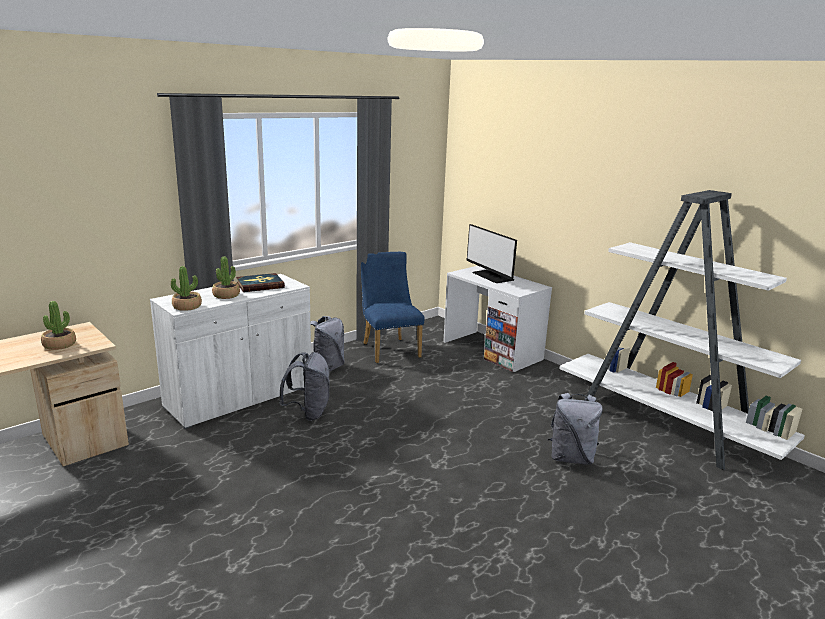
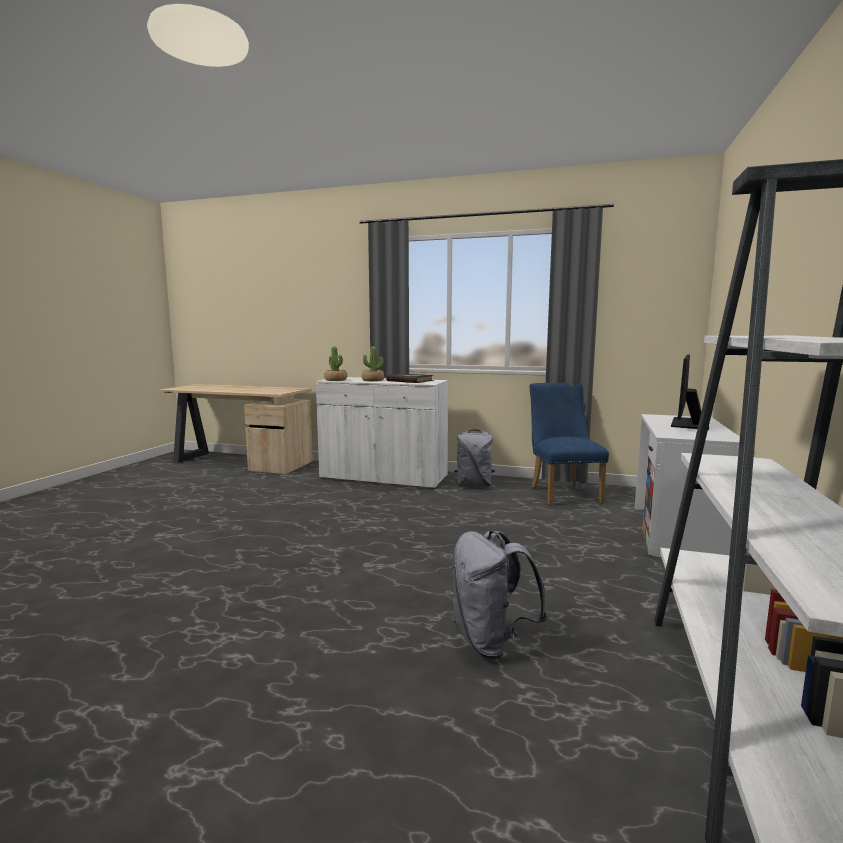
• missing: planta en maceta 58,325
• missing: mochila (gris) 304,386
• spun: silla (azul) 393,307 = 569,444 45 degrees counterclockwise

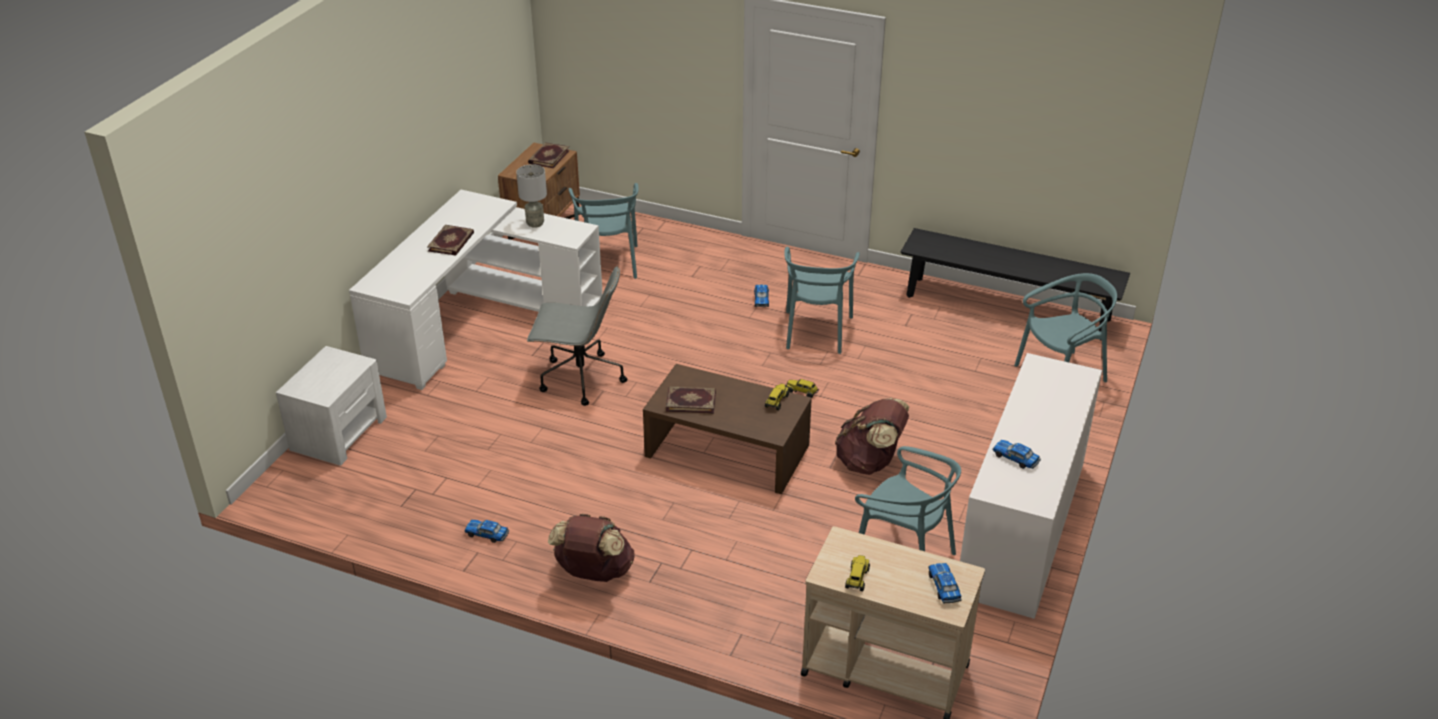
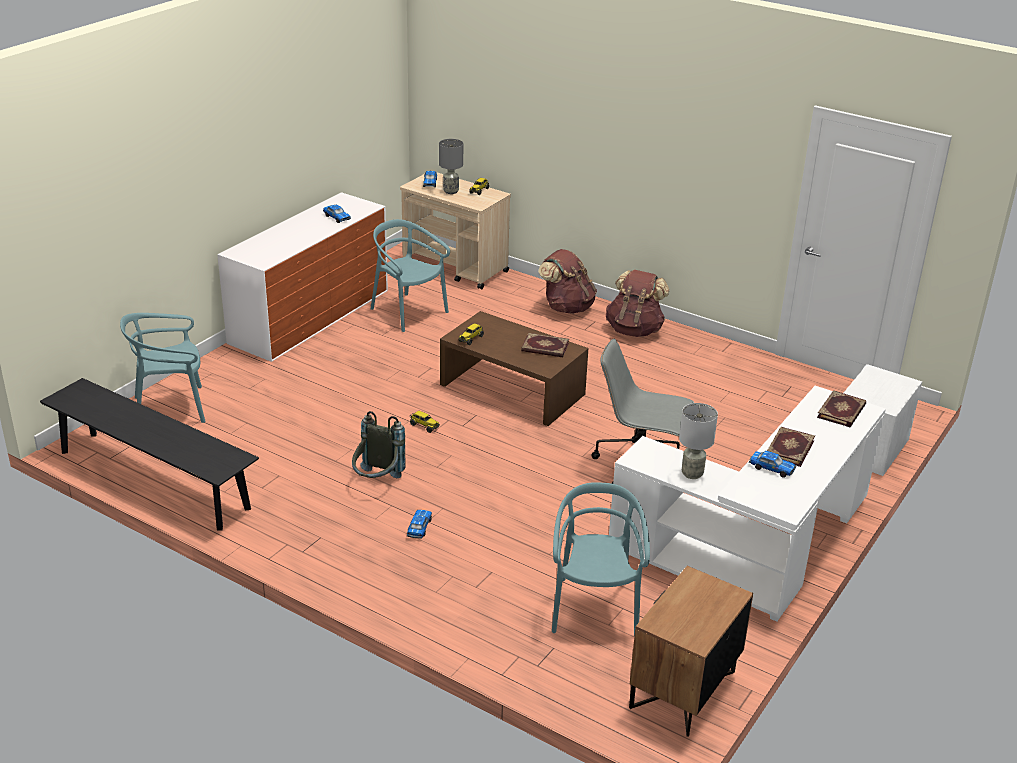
• appeared: lámpara de mesa (gris) 451,166
• relocated: coche de juguete 486,531 to 772,464
• relocated: libro 549,155 to 841,408
• relocated: mochila (marrón) 872,436 to 567,281
• exchanged: silla (turquesa) 822,300 to mochila (gris) 379,444

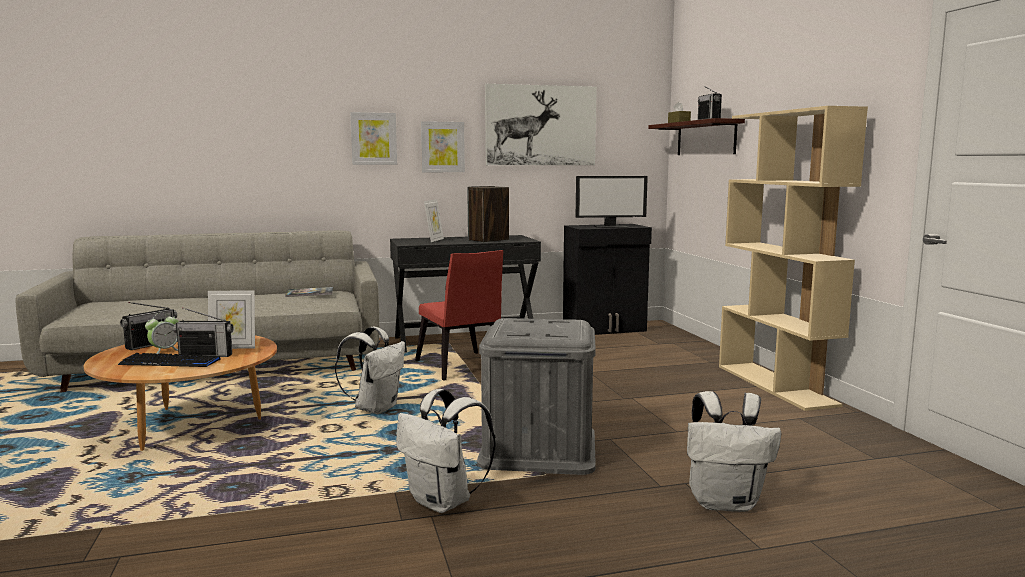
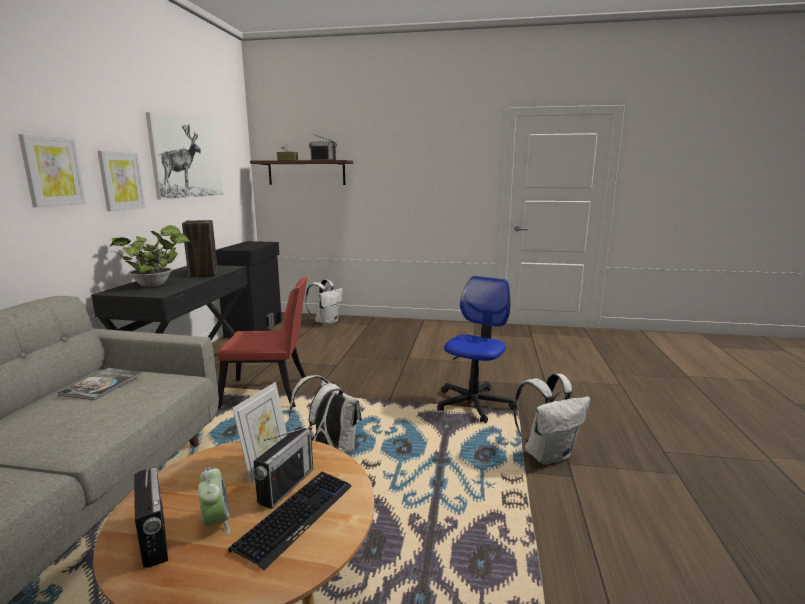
• missing: monitor 612,202
• missing: estantería (beis) 793,258
• relocated: mochila (blanco) 734,451 to 324,302
• exchanged: portarretratos 434,220 to planta en maceta 150,256
• exchanged: caja de almacenaje (gris) 536,396 to silla de oficina 477,349

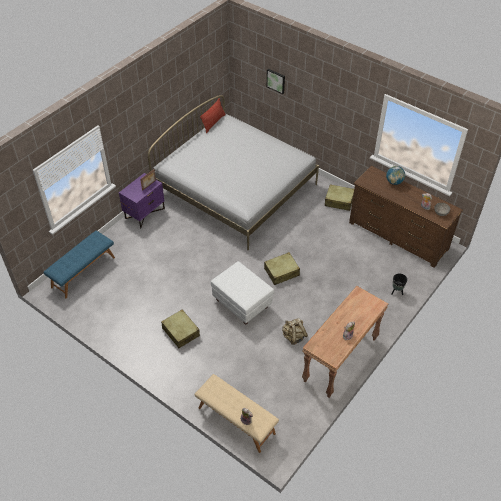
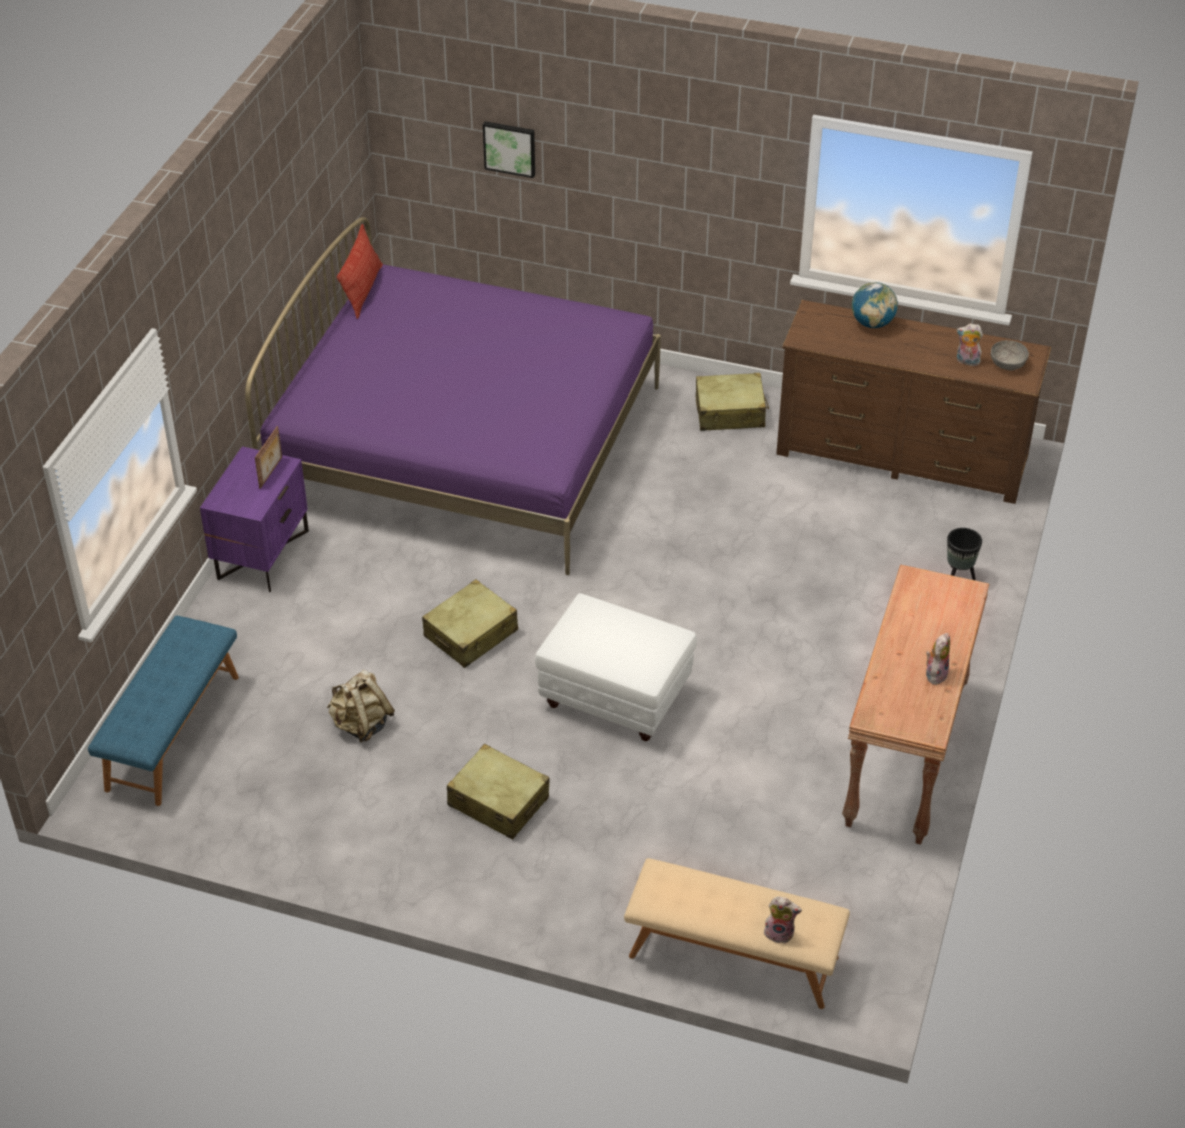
• relocated: maleta (beis) 282,268 to 470,623
• relocated: mochila (beis) 295,331 to 361,706
• colour: cama (blanco) 233,173 to cama (morado) 453,396

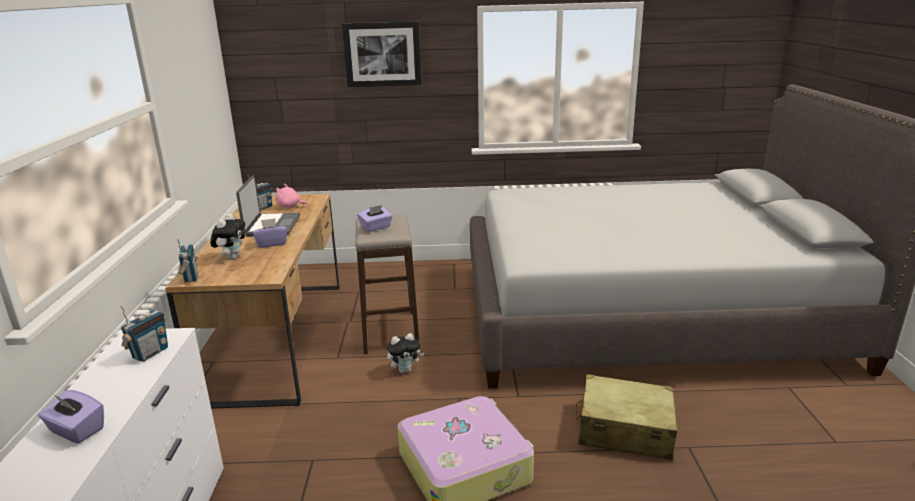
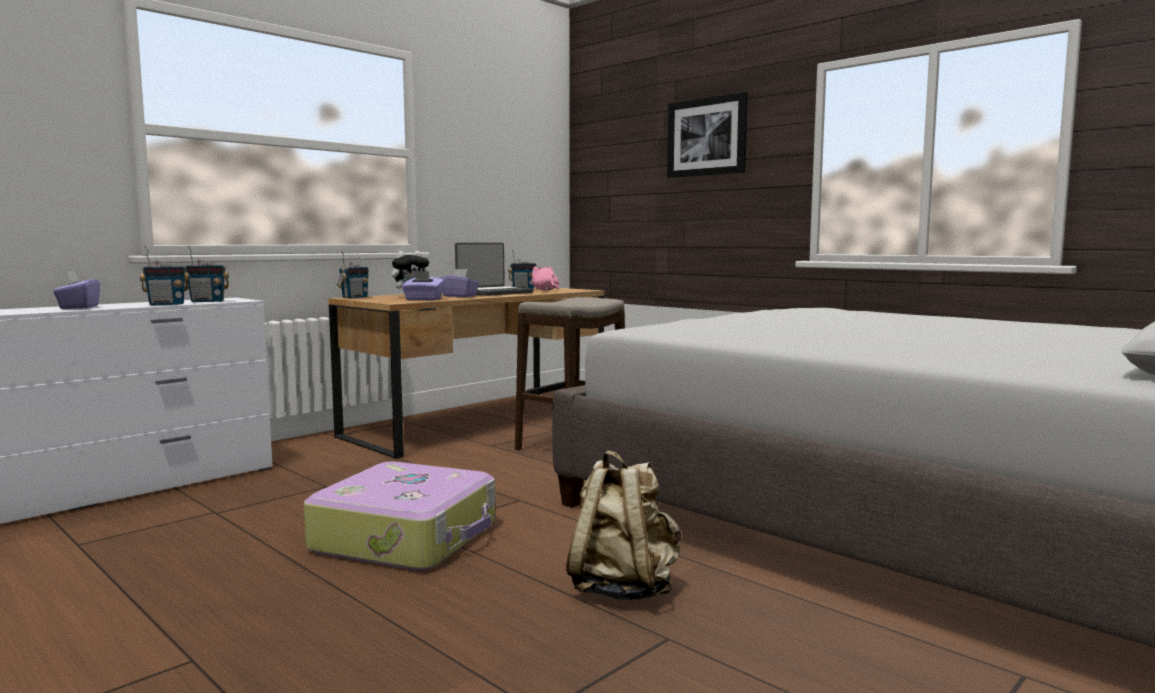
• missing: peluche 405,353
• appeared: radio 164,276
• relocated: caja de pañuelos (morado) 375,218 to 423,286
• exchanged: maleta (beis) 626,417 to mochila (beis) 623,525

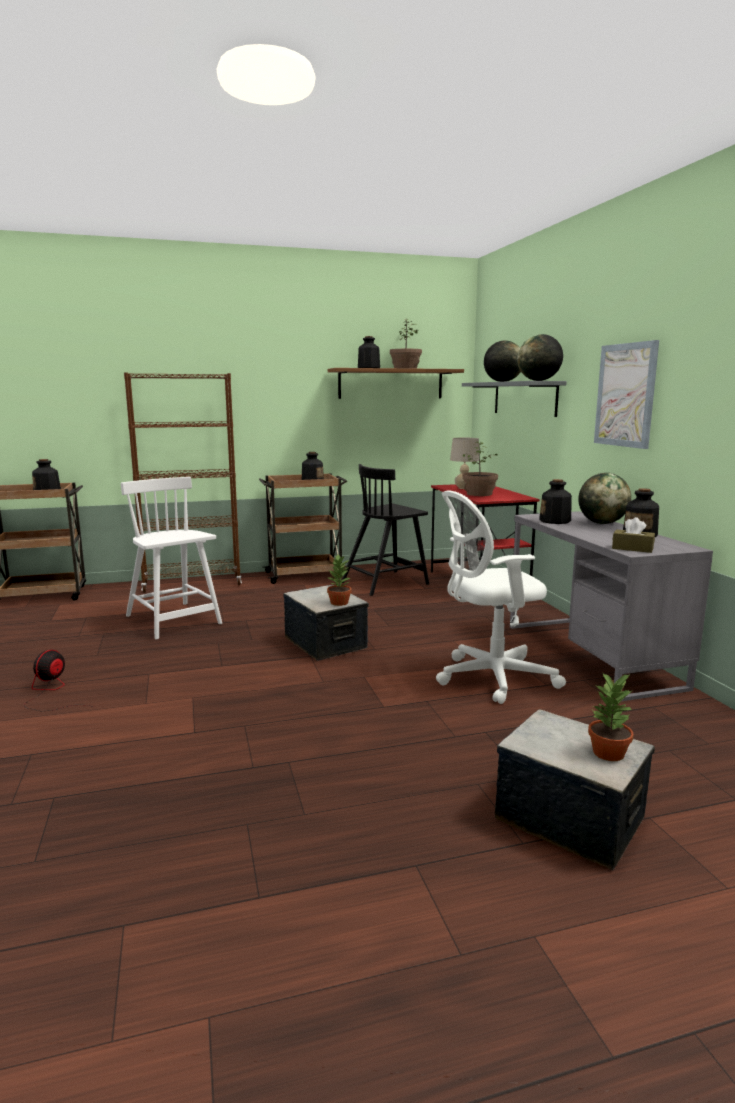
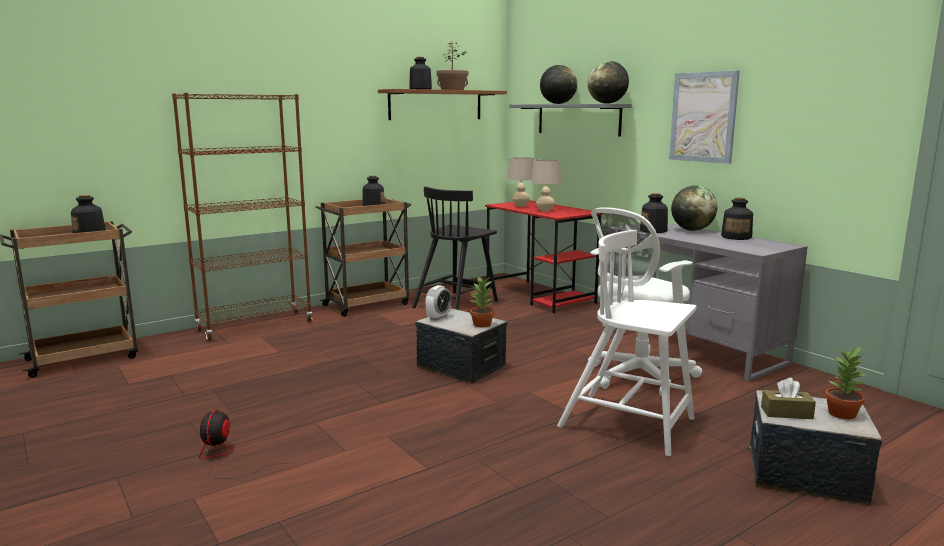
• appeared: despertador 438,303
• relocated: silla (blanco) 171,558 to 627,343
• relocated: caja de pañuelos (marrón) 633,535 to 788,398
• exchanged: planta en maceta 480,469 to lámpara de mesa (beis) 546,185

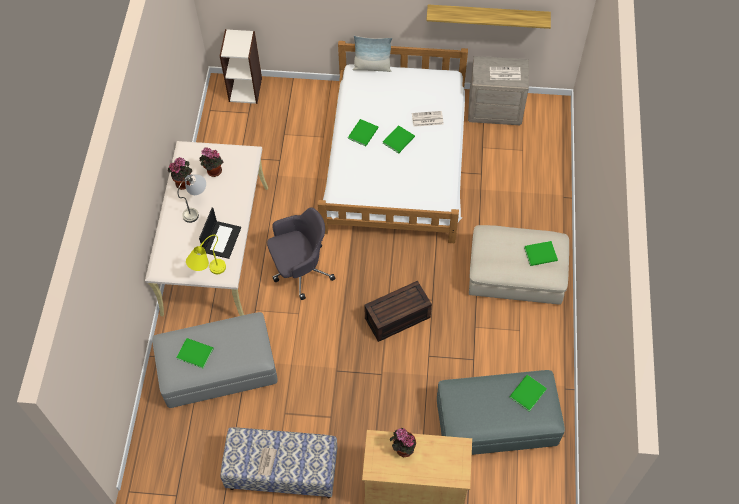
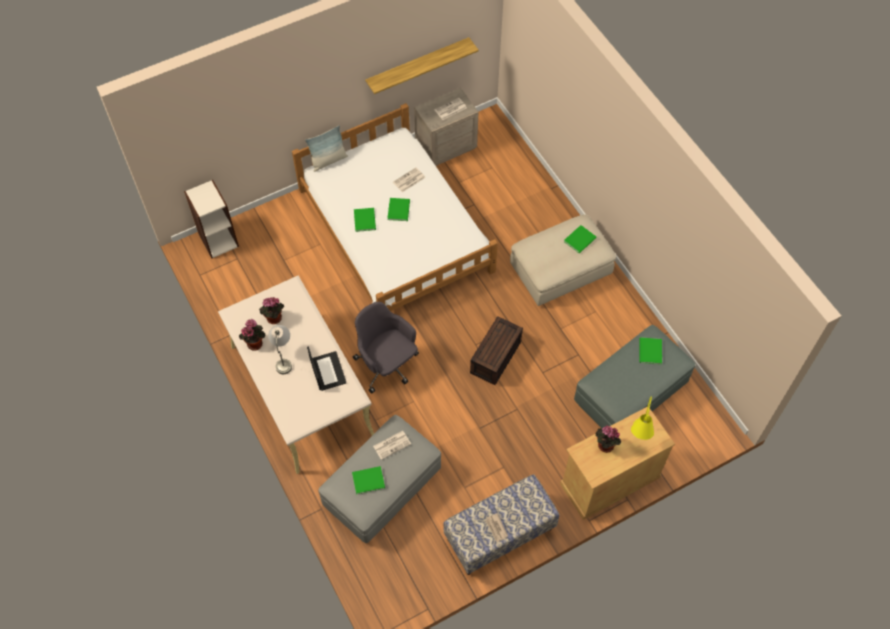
• appeared: periódico 392,445
• relocated: lámpara de mesa (amarillo) 206,254 to 642,418
• spun: silla de oficina (gris) 301,253 = 386,348 75 degrees counterclockwise

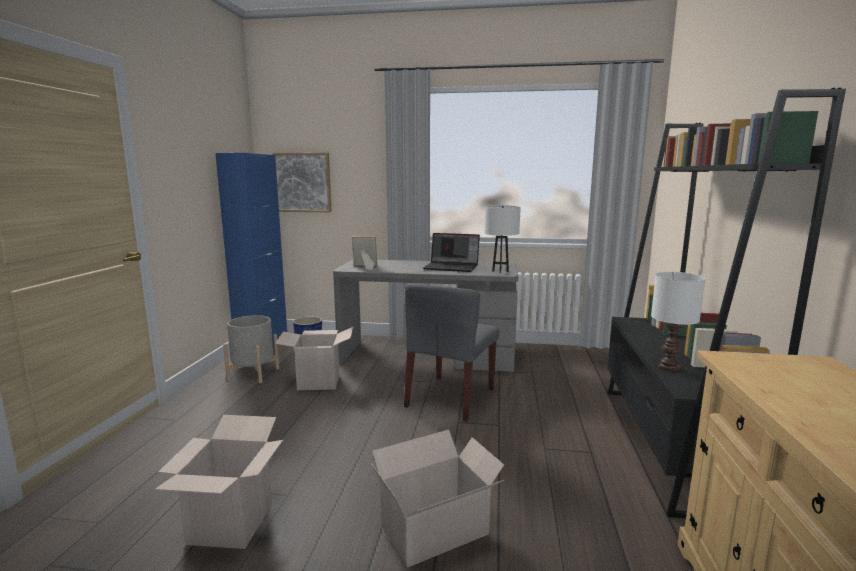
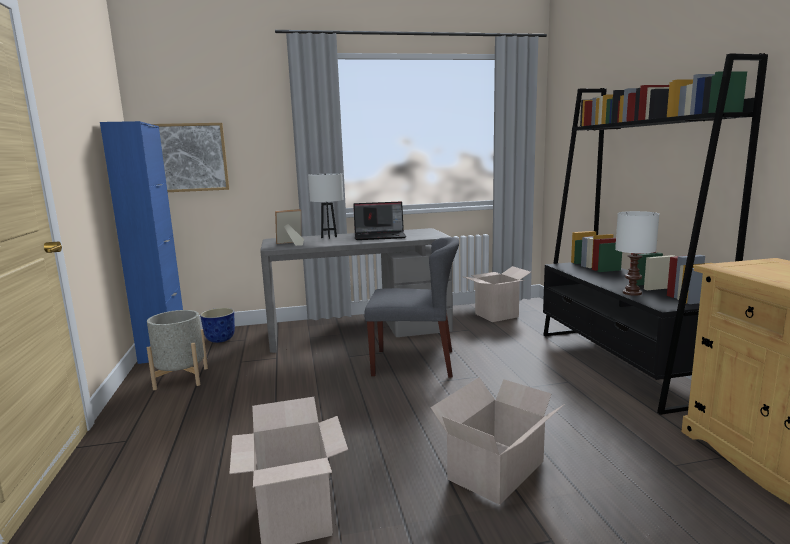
• relocated: caja de cartón 314,358 to 497,294
• relocated: lámpara de mesa (blanco) 503,239 to 325,206
• spun: silla (gris) 451,352 = 411,307 90 degrees counterclockwise

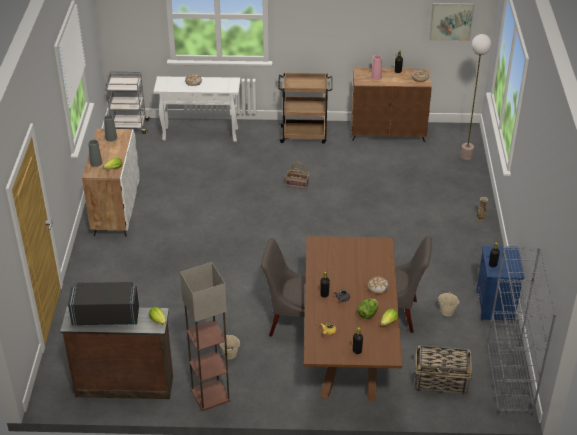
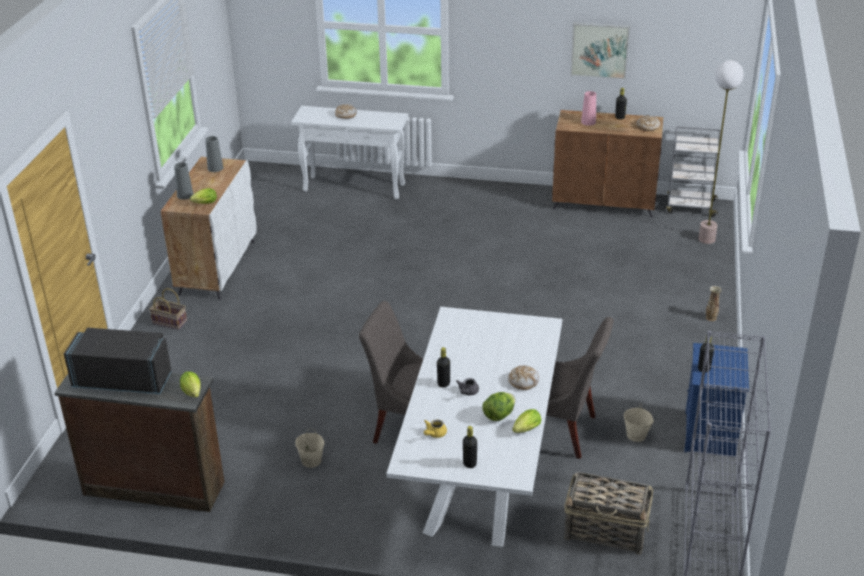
• missing: lámpara de pie 205,336
• missing: carrito (marrón) 305,108
• relocated: carrito (gris) 128,102 to 693,171
• relocated: cesta 297,175 to 168,309
• relocated: cuadro 452,22 to 600,51
• colour: mesa de comedor (marrón) 353,318 to mesa de comedor (blanco) 474,427

